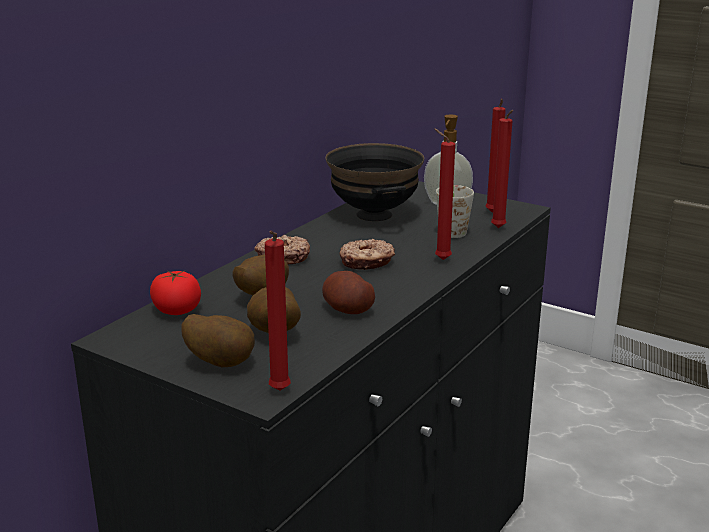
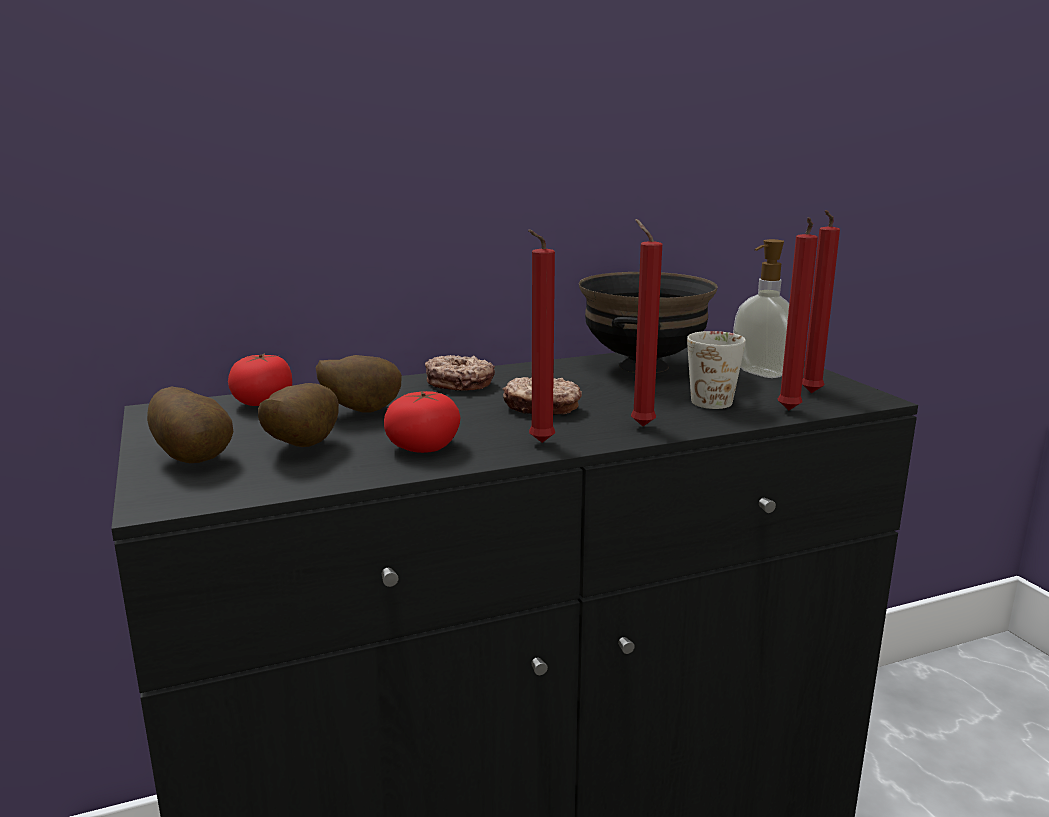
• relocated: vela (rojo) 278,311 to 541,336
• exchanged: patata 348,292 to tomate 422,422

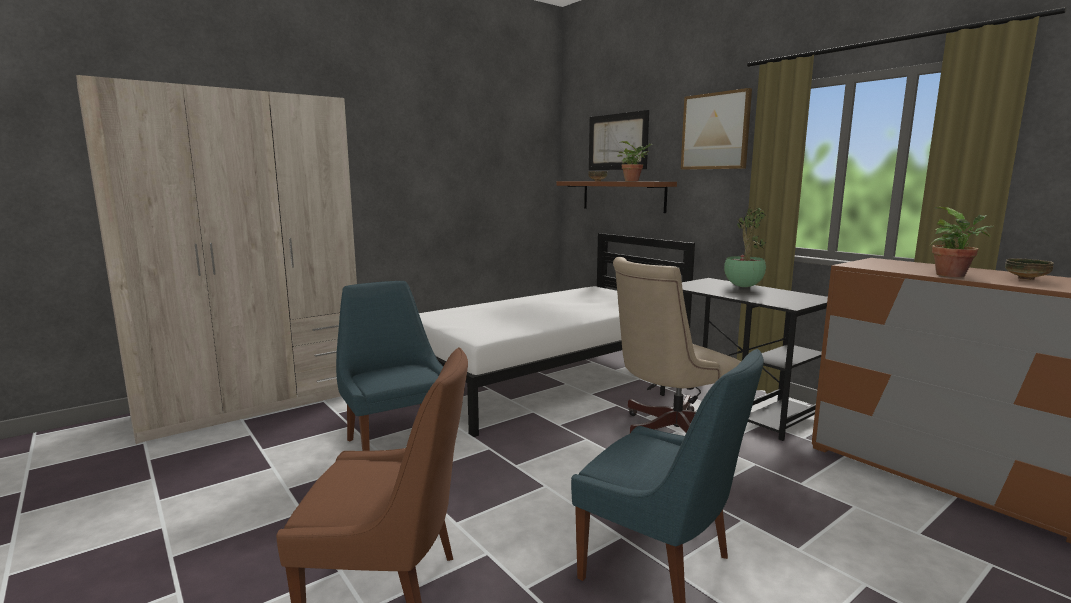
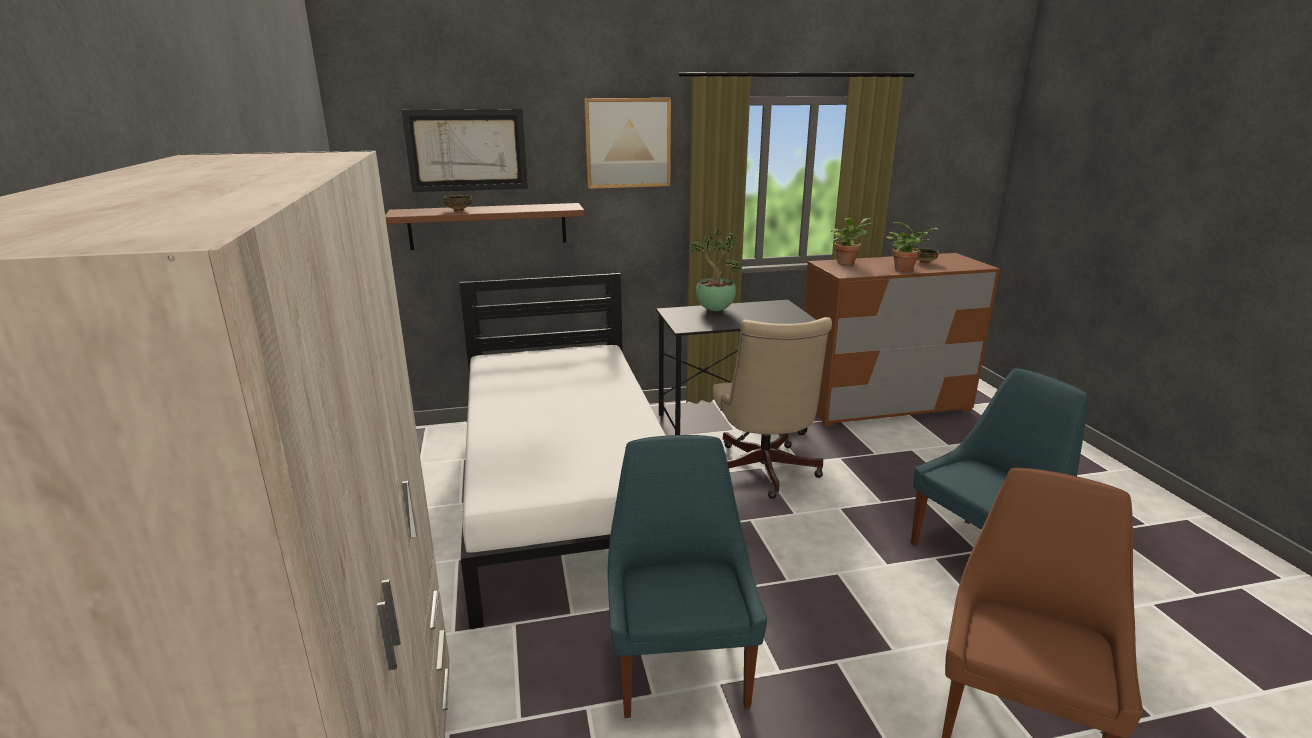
• relocated: planta en maceta 635,161 to 852,241
• spun: silla (azul) 389,366 = 687,576 90 degrees clockwise

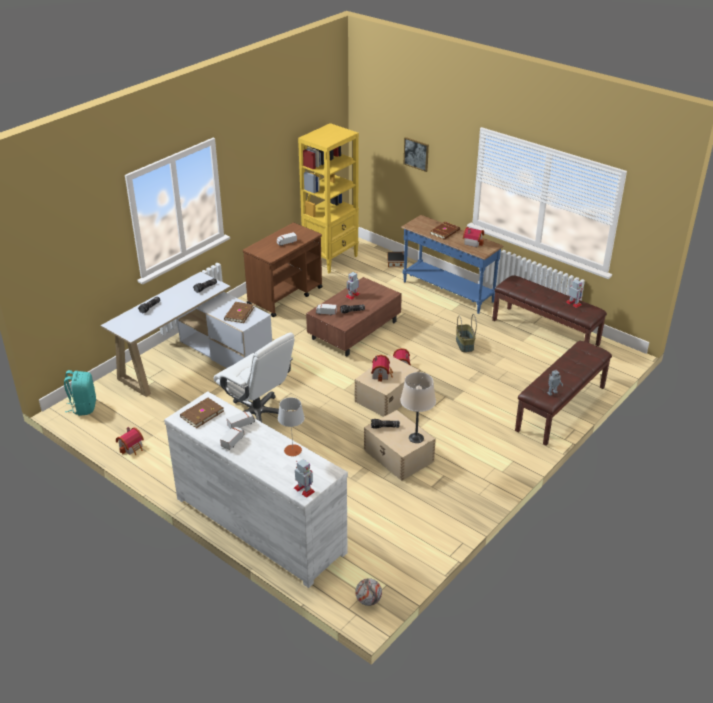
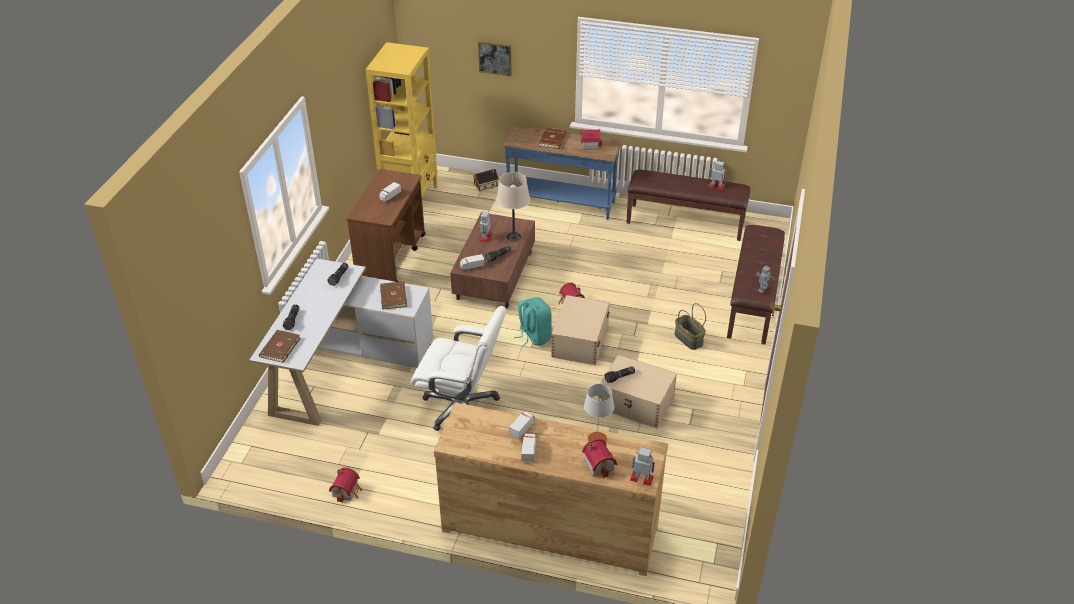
• missing: balón de fútbol 368,592
• relocated: mochila (turquesa) 80,393 to 533,322
• relocated: libro (marrón) 202,413 to 280,346
• relocated: casita 382,368 to 599,458
• relocated: lámpara de mesa (beis) 418,407 to 513,207
• relocated: cesta 466,333 to 690,326
• colour: cómoda (blanco) 256,489 to cómoda (marrón) 551,489

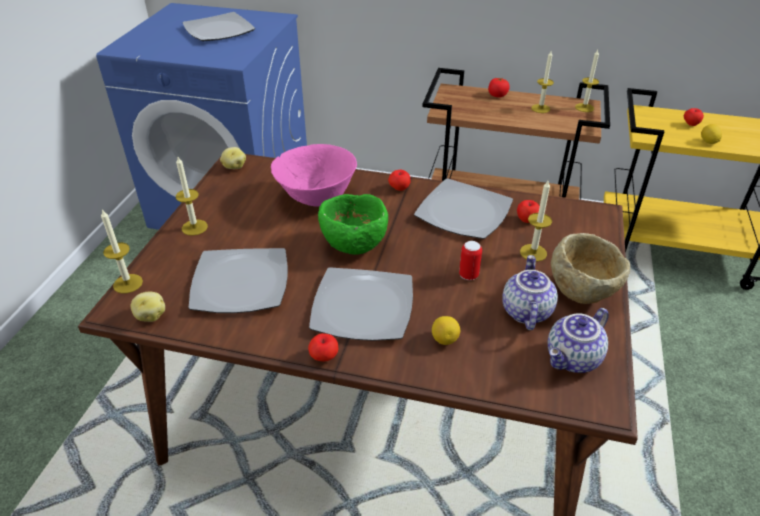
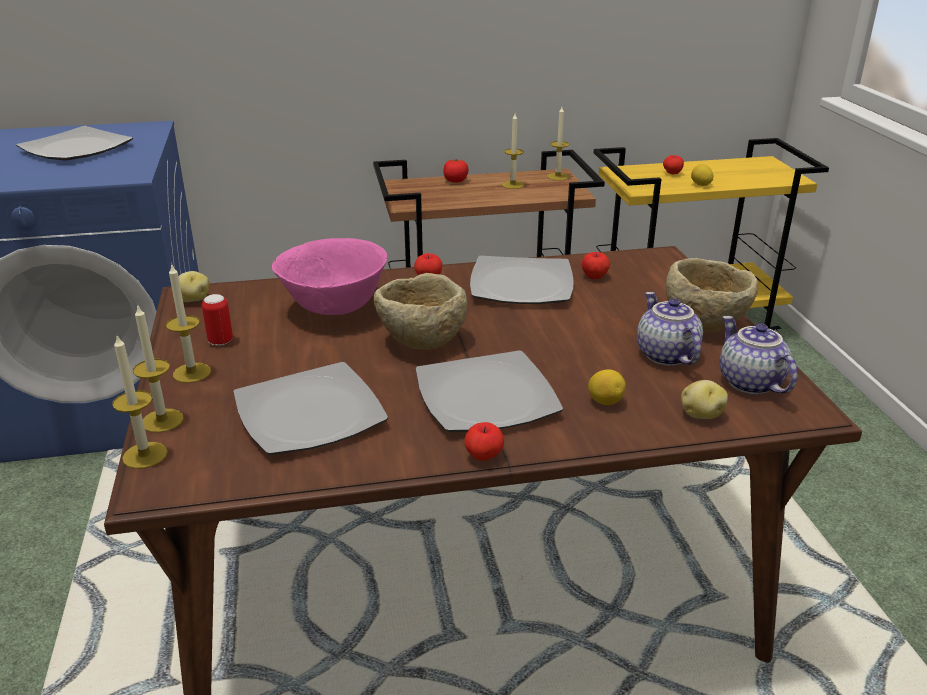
• relocated: patata 147,307 to 704,399
• relocated: lata 470,260 to 217,320
• relocated: vela 536,221 to 158,368
• colour: cuenco (verde) 353,224 to cuenco (beis) 420,311
• spun: tetera 578,340 = 758,355 135 degrees clockwise

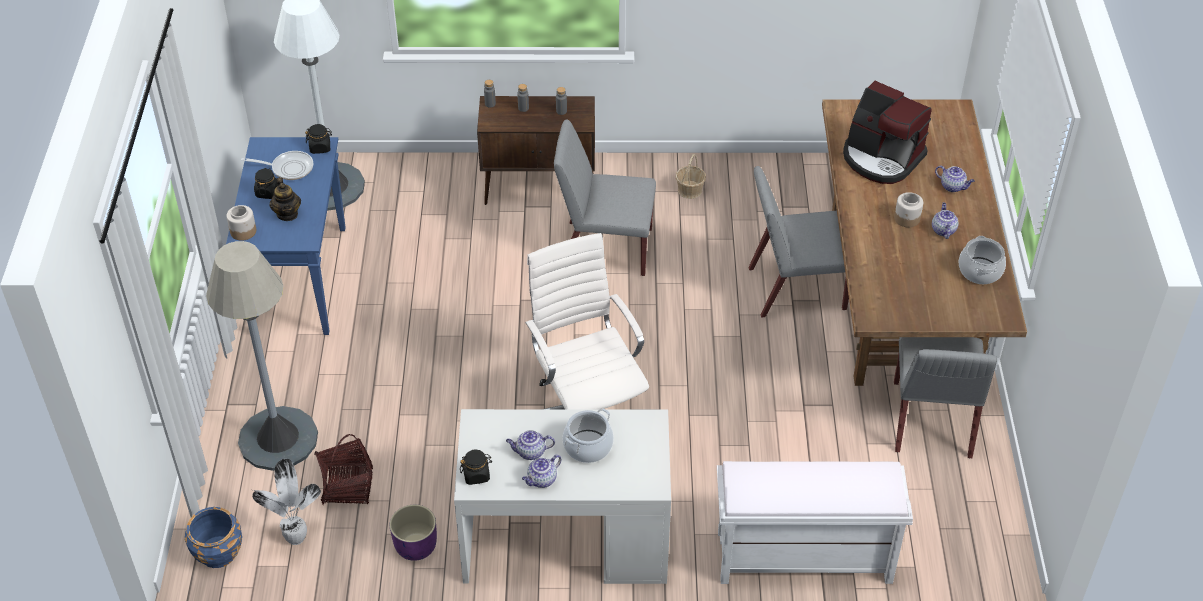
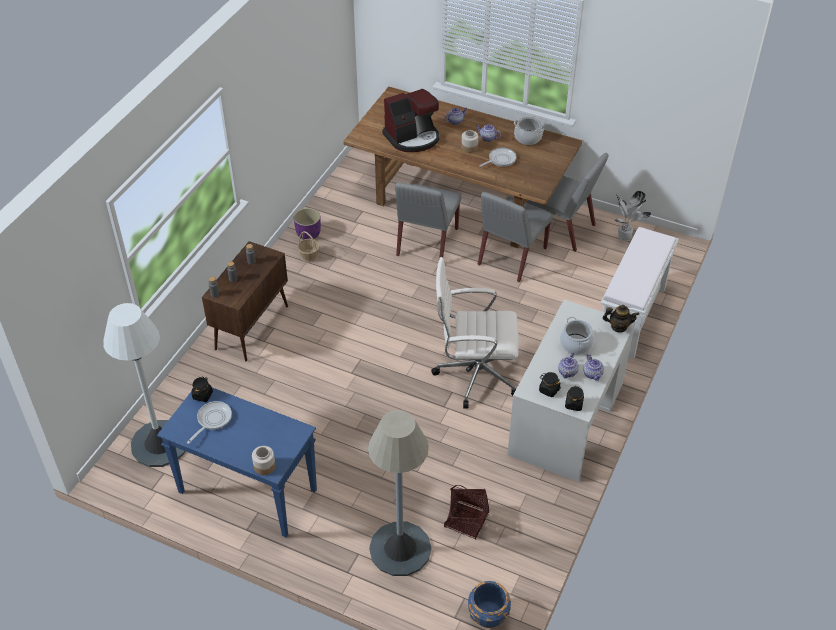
• appeared: sartén 498,157
• relocated: planta en maceta 286,502 to 633,216
• relocated: tarro (negro) 266,183 to 550,384
• relocated: tetera 285,199 to 621,318
• relocated: maceta (morado) 413,533 to 307,223
• relocated: silla (gris) 605,197 to 515,237

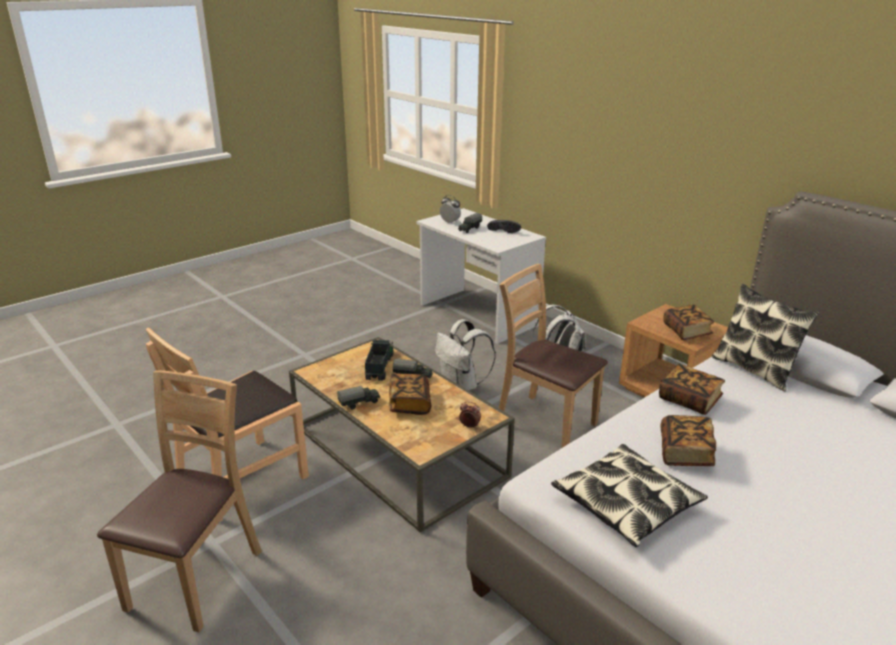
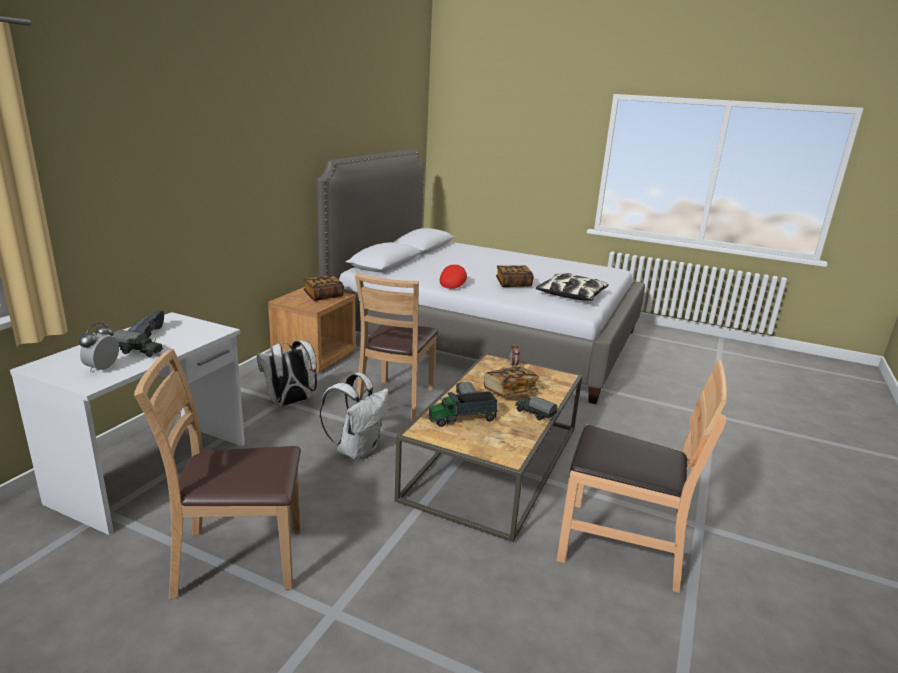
• missing: cojín 765,337
• relocated: silla (marrón) 179,501 to 217,474
• exchanged: libro 692,389 to gorra (rojo) 453,276

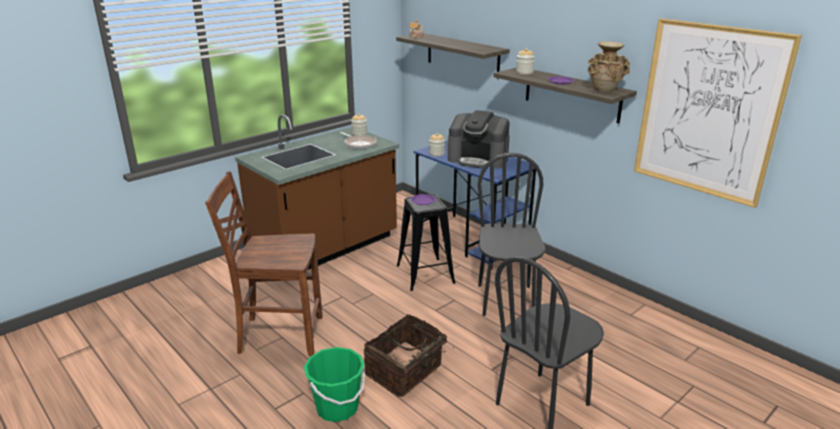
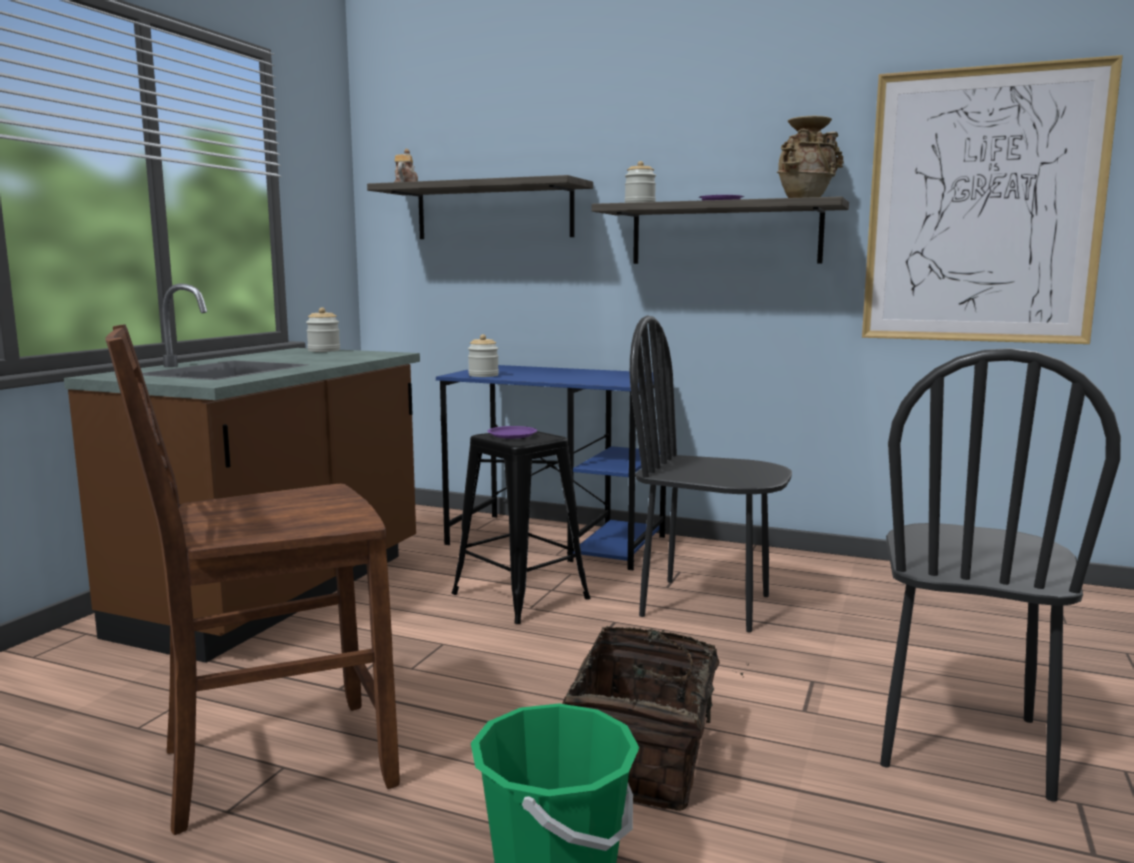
• missing: sartén 358,140
• missing: cafetera 479,139
• spun: silla (negro) 511,234 = 711,473 45 degrees counterclockwise

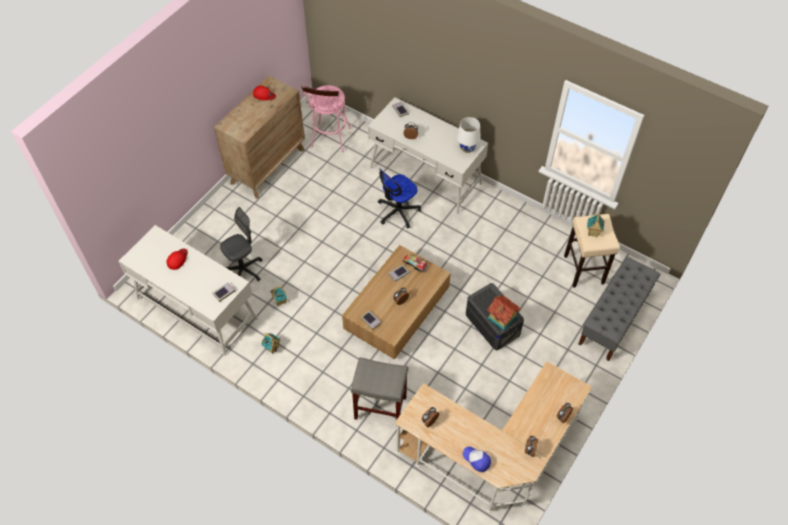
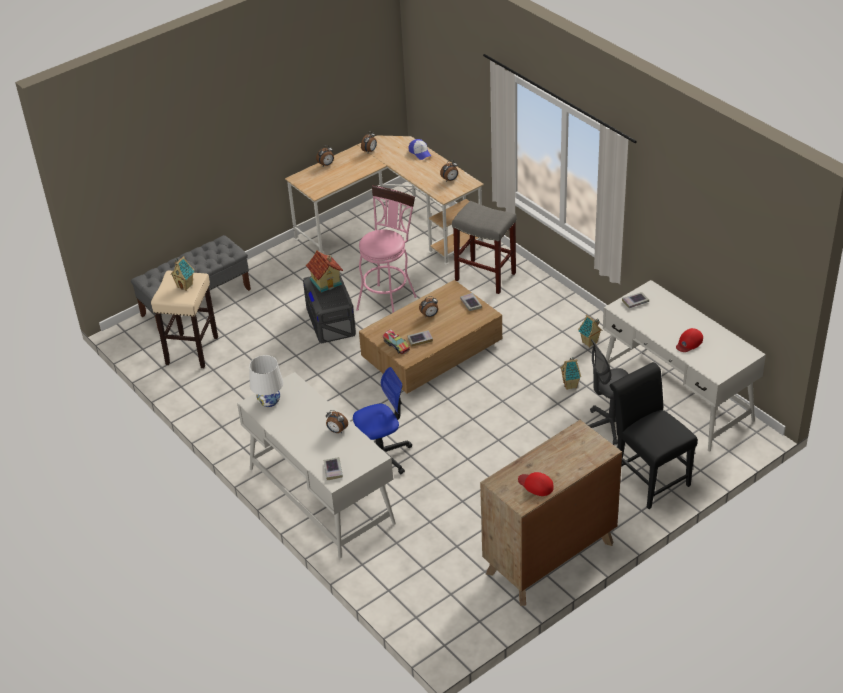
• appeared: silla (negro) 654,435
• relocated: taburete (rosa) 326,118 to 386,249

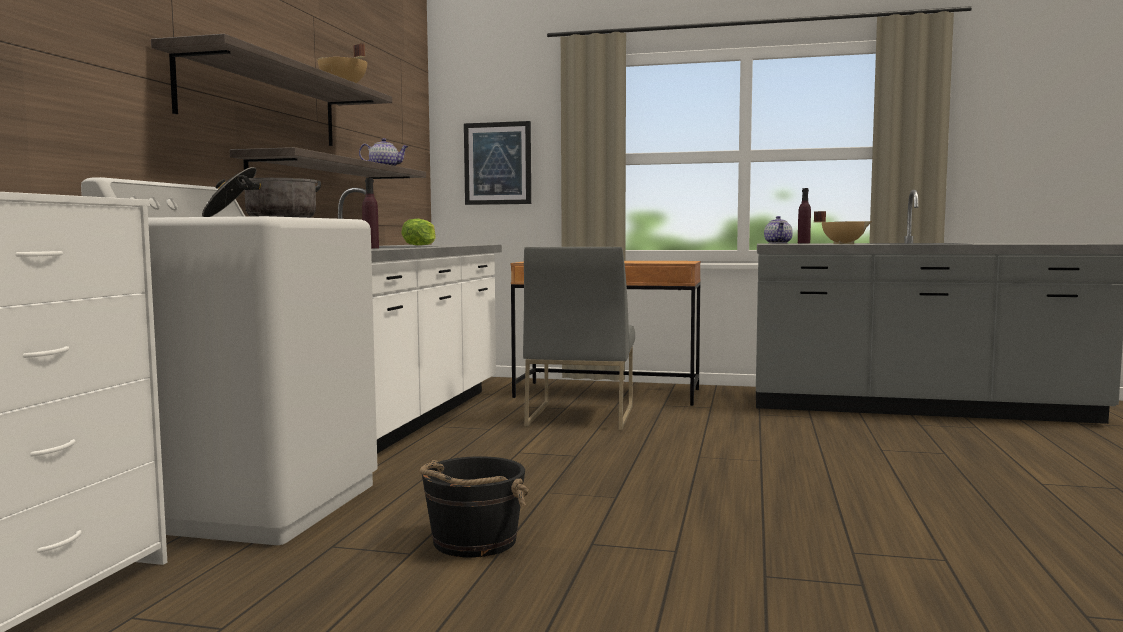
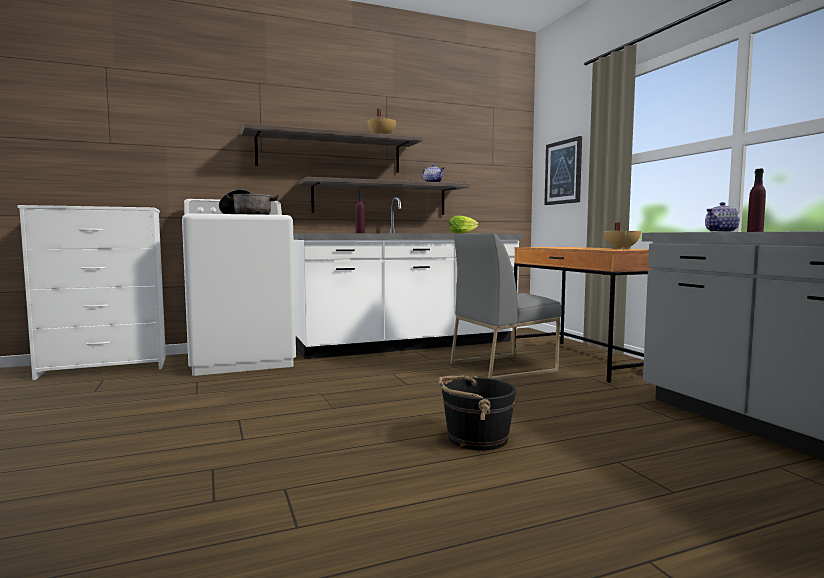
• relocated: cubo (negro) 474,507 to 477,413
• relocated: olla (beis) 843,227 to 622,236

